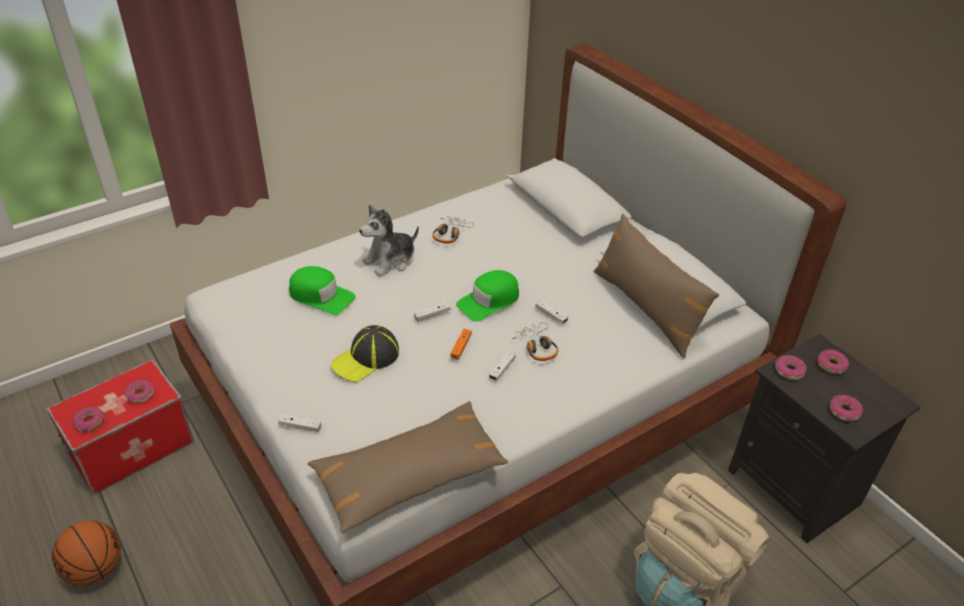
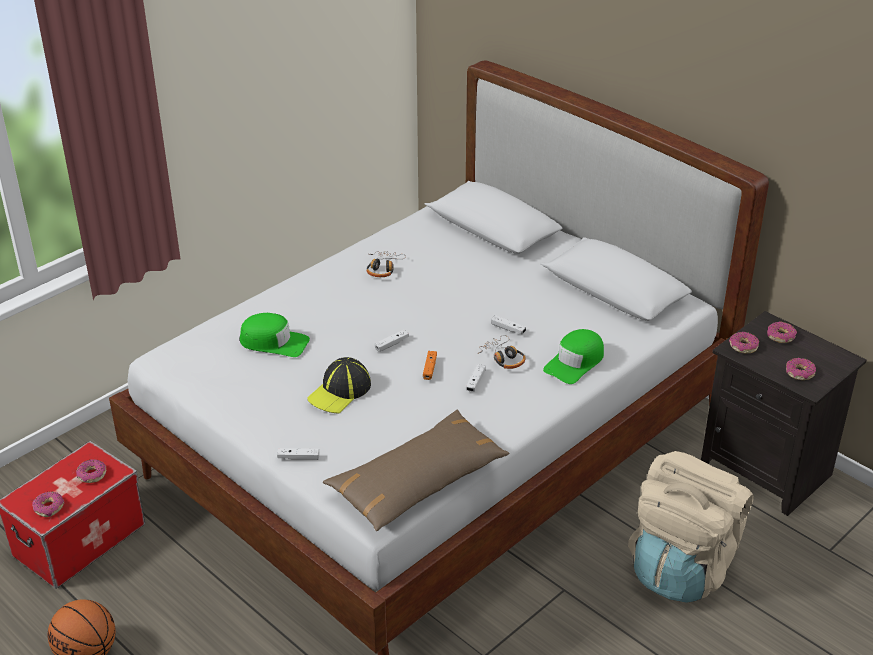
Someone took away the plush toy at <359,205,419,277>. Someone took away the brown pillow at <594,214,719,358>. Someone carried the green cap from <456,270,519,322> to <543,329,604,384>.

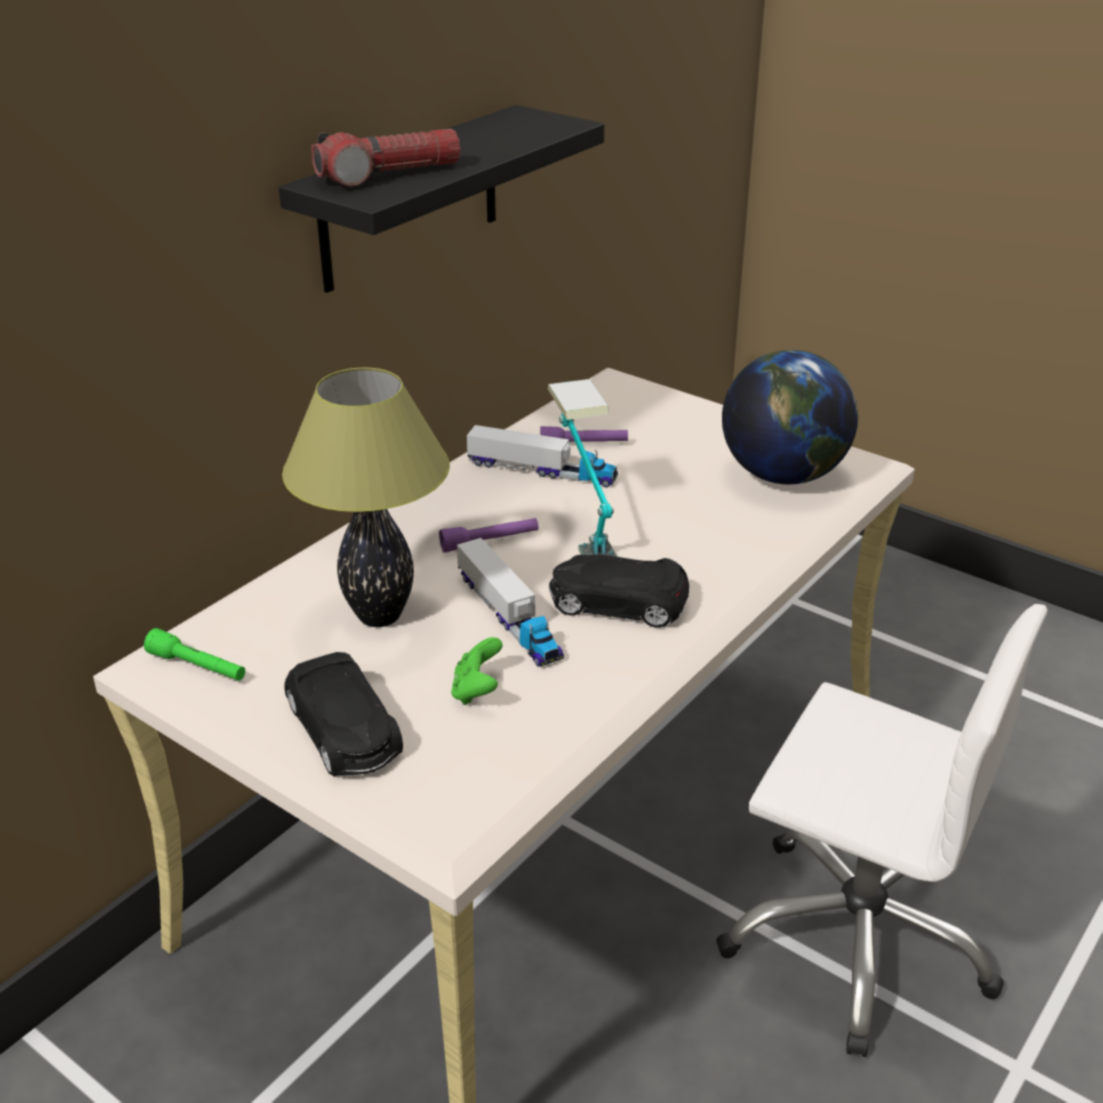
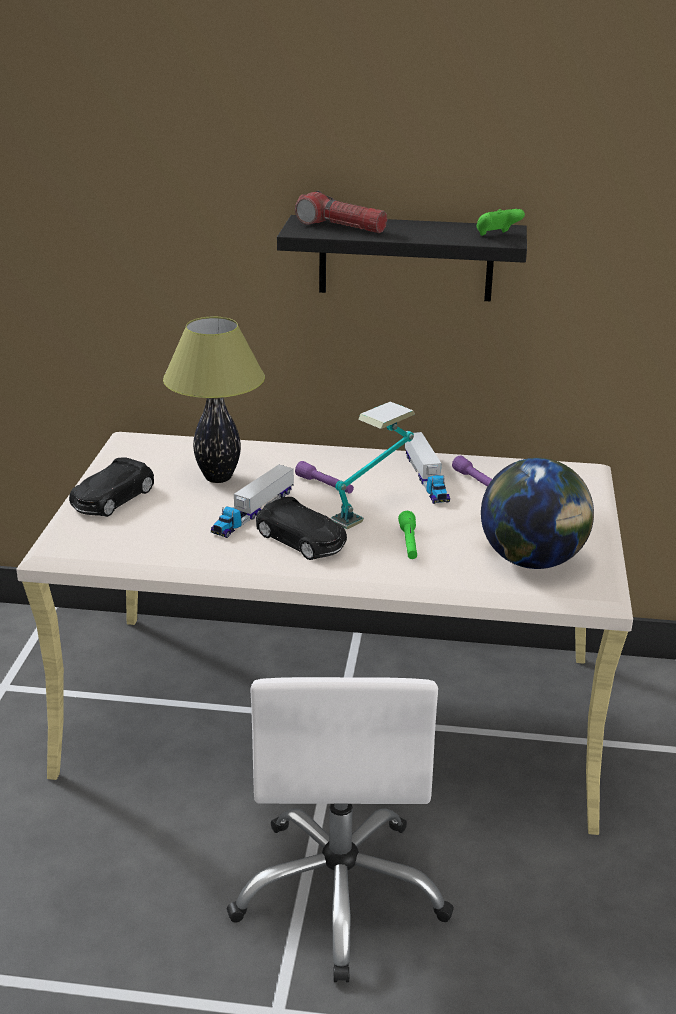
Someone rotated the black toy car at <549,554,689,628> by 150 degrees clockwise. Someone carried the green flashlight from <144,628,245,681> to <398,511,417,559>. Someone carried the green game controller from <451,637,503,705> to <476,209,525,236>.

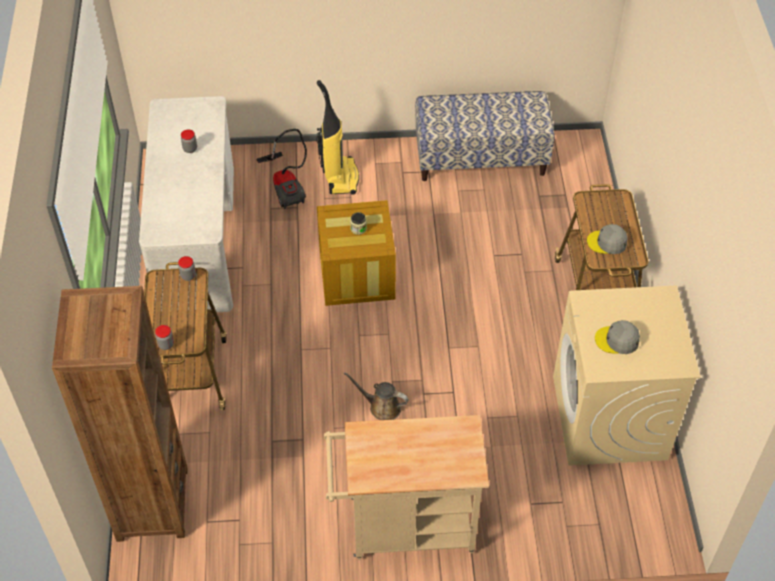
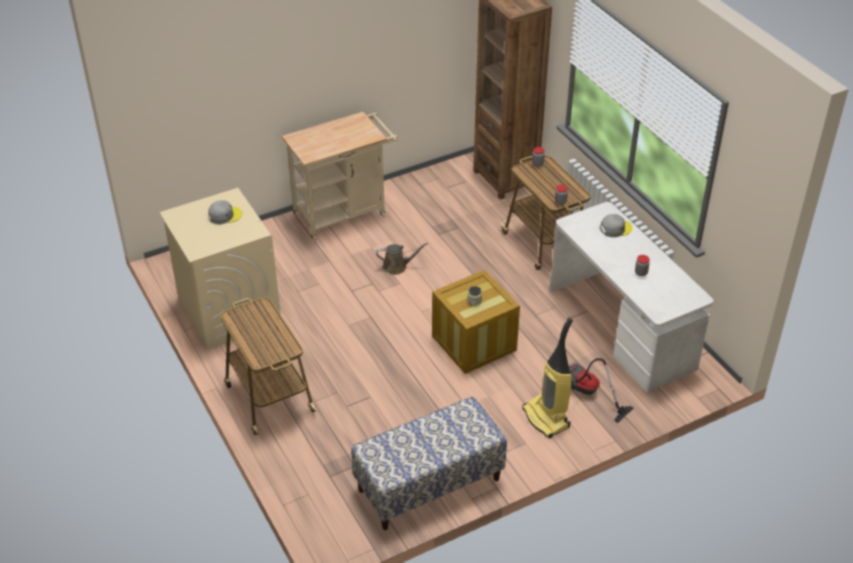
Someone carried the grey cap from <587,224,628,254> to <600,214,633,237>.

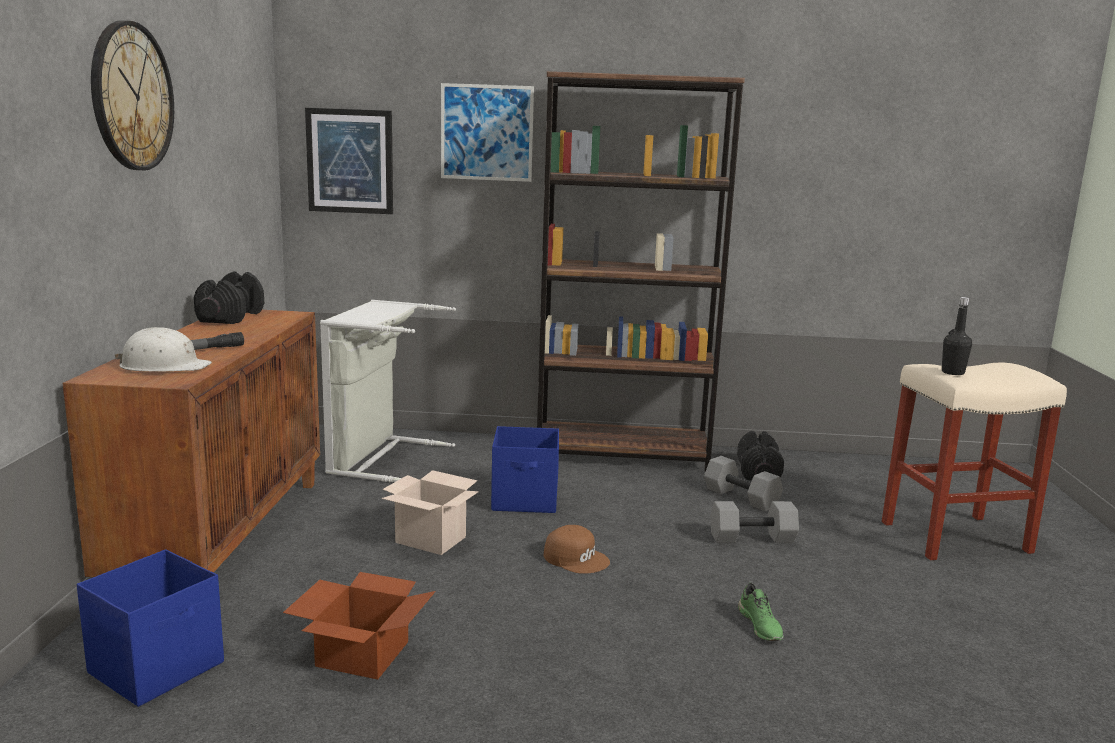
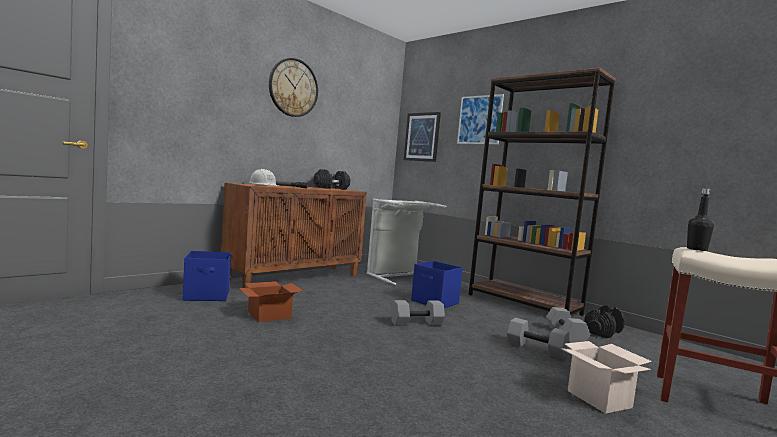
Someone carried the cardboard box from <382,470,479,555> to <560,341,652,414>. Someone swapped the brown cap at <544,525,610,574> for the grey dumbbell at <391,300,445,326>. Someone took away the green shoe at <738,583,784,641>.

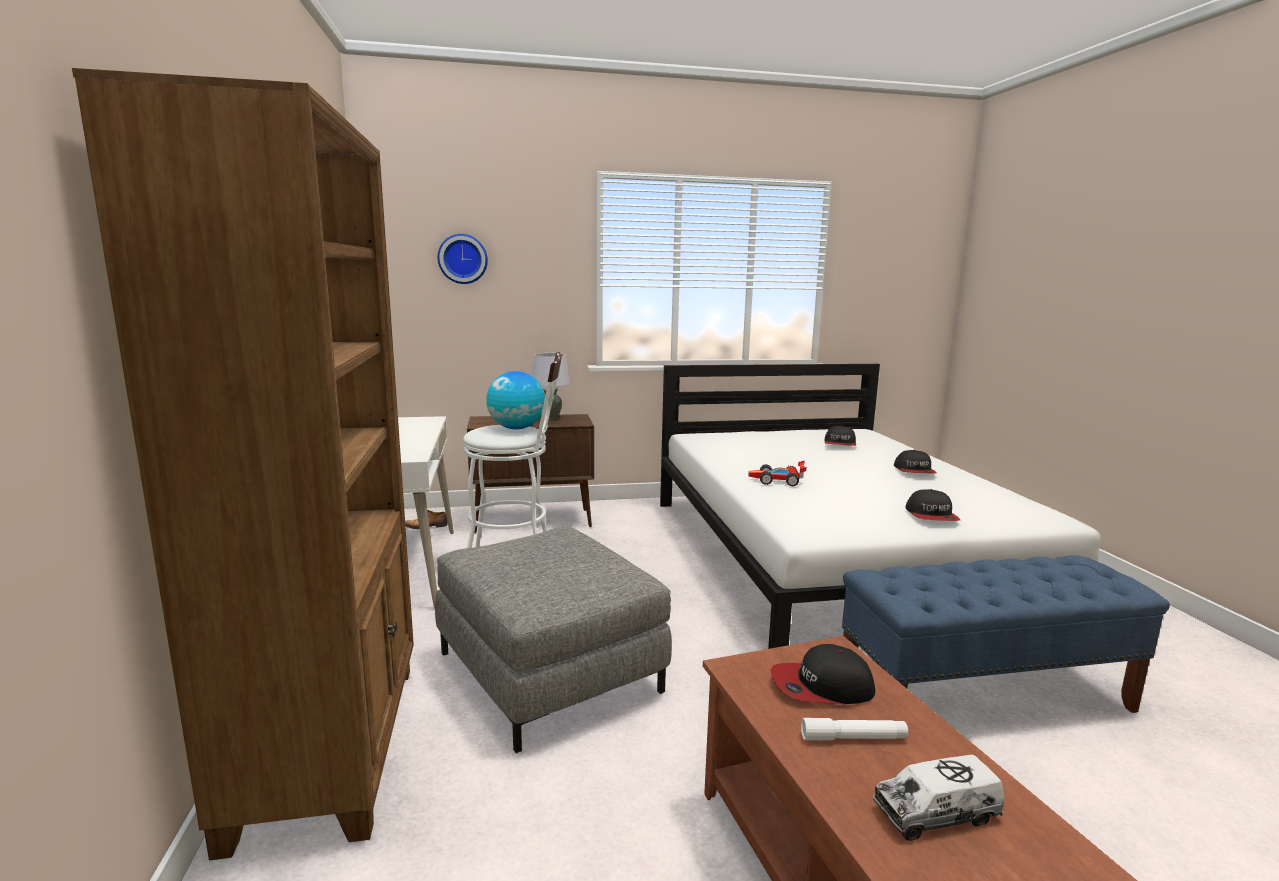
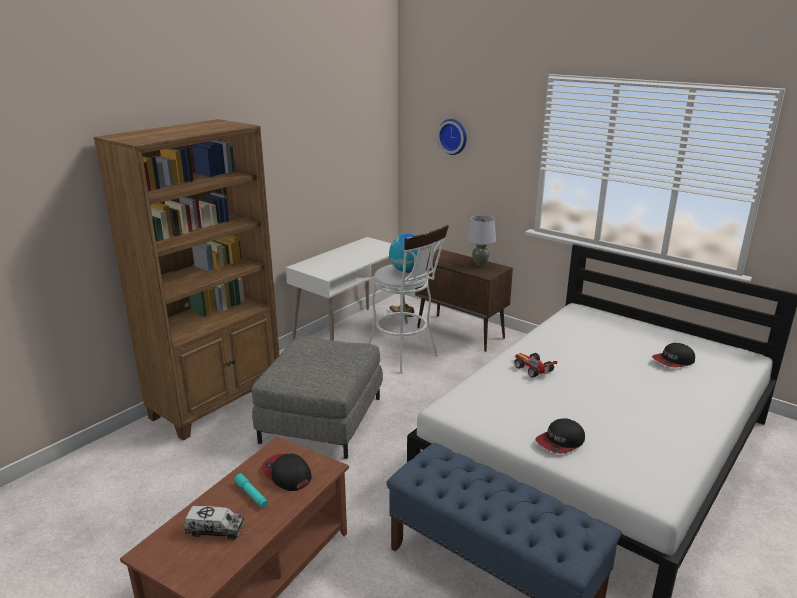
Someone took away the cap at <894,450,937,474>. Someone repainted the white flashlight at <801,718,908,740>, which became the turquoise flashlight at <234,474,268,508>. Someone rotated the toy truck at <873,755,1005,841> by 150 degrees clockwise.

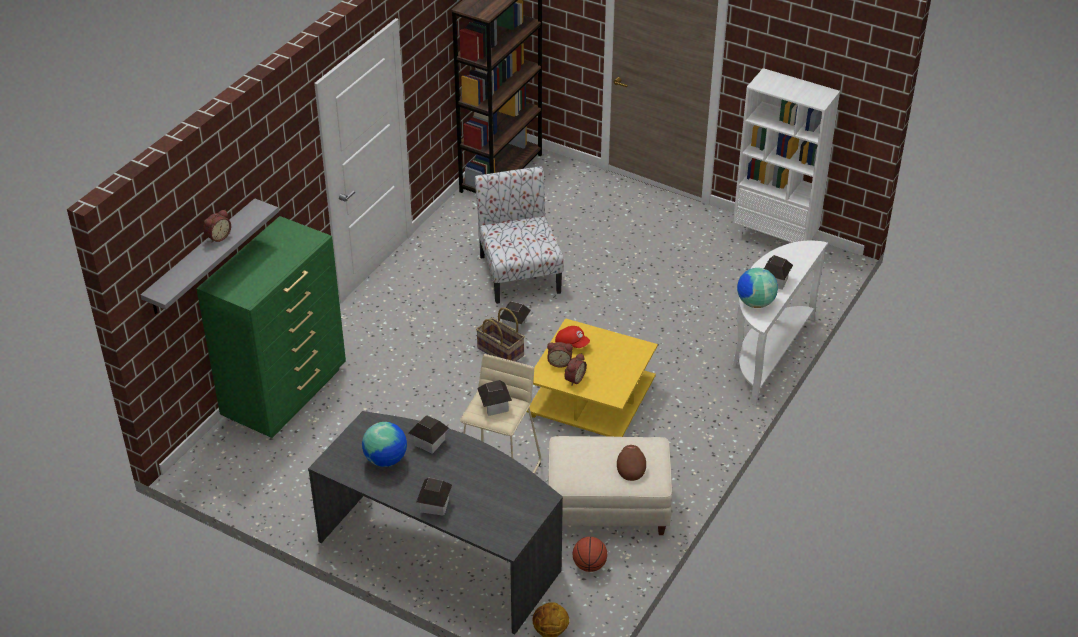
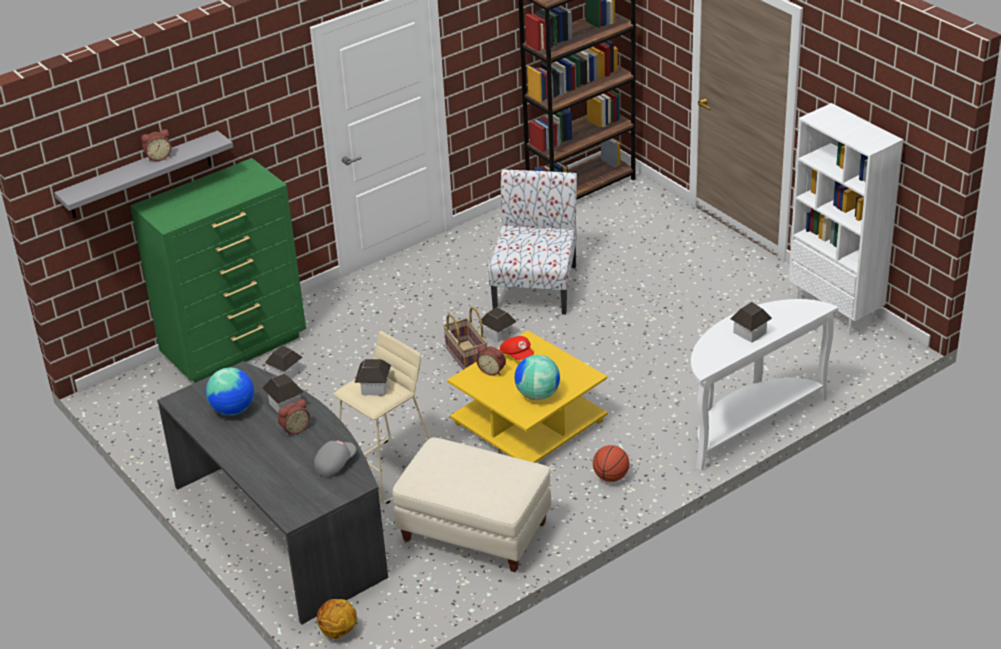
Someone carried the globe from <737,268,778,308> to <514,355,560,400>. Someone carried the alarm clock from <565,353,587,385> to <278,399,310,435>. Someone took away the brown cap at <617,445,646,481>. Someone carried the toy house from <416,478,452,516> to <265,345,303,379>. Someone carried the basketball from <572,537,607,572> to <593,445,629,482>. Someone put down the grey cap at <314,440,356,477>.

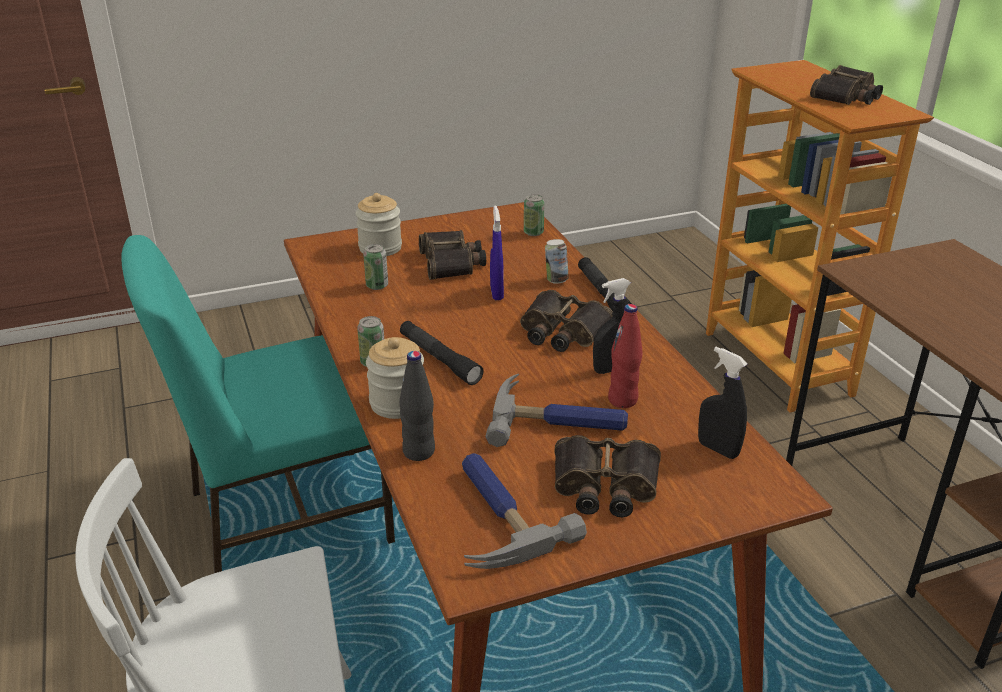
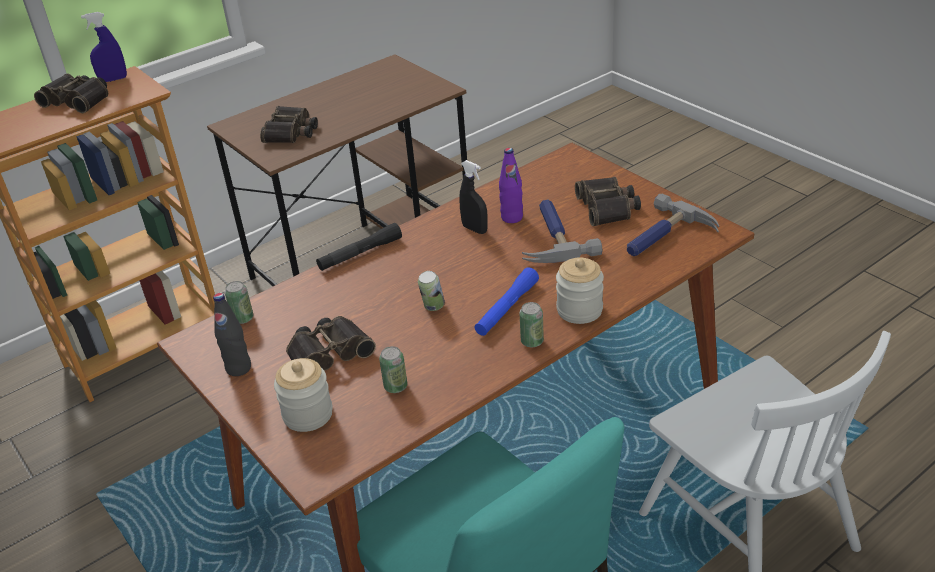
Someone carried the blue spray bottle from <490,206,504,300> to <81,12,127,82>. Someone carried the can from <545,239,569,284> to <418,271,445,311>. Someone carried the binoculars from <520,290,613,352> to <260,106,318,143>. Someone repainted the red bottle at <608,304,642,408>, which became the purple bottle at <499,148,523,223>. Someone repainted the black flashlight at <400,321,484,385>, which became the blue flashlight at <475,267,539,336>. Someone took away the black spray bottle at <698,347,748,459>. Someone carried the black bottle from <399,351,435,461> to <213,293,251,376>.

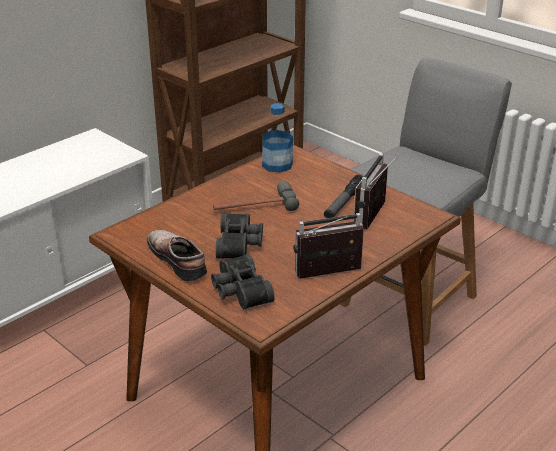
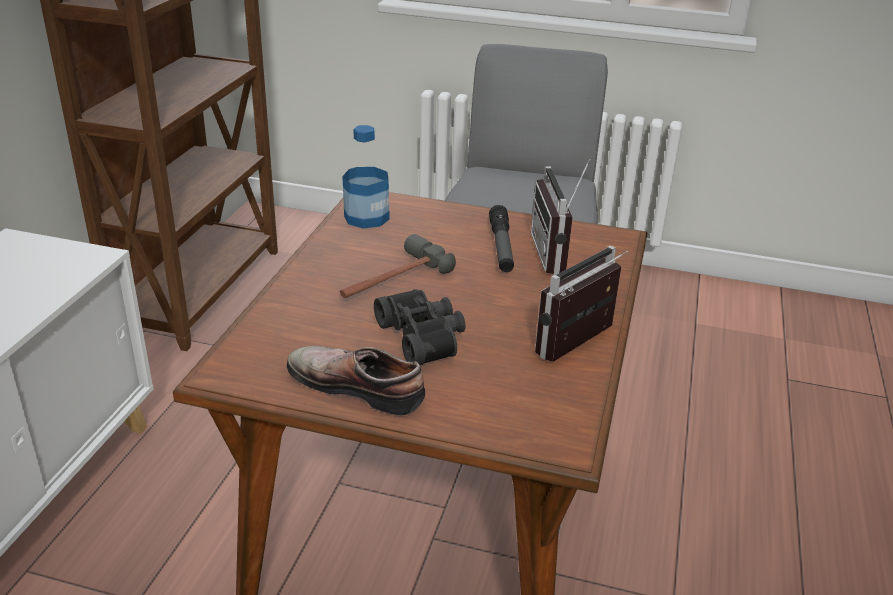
Someone took away the black binoculars at <211,254,275,310>.

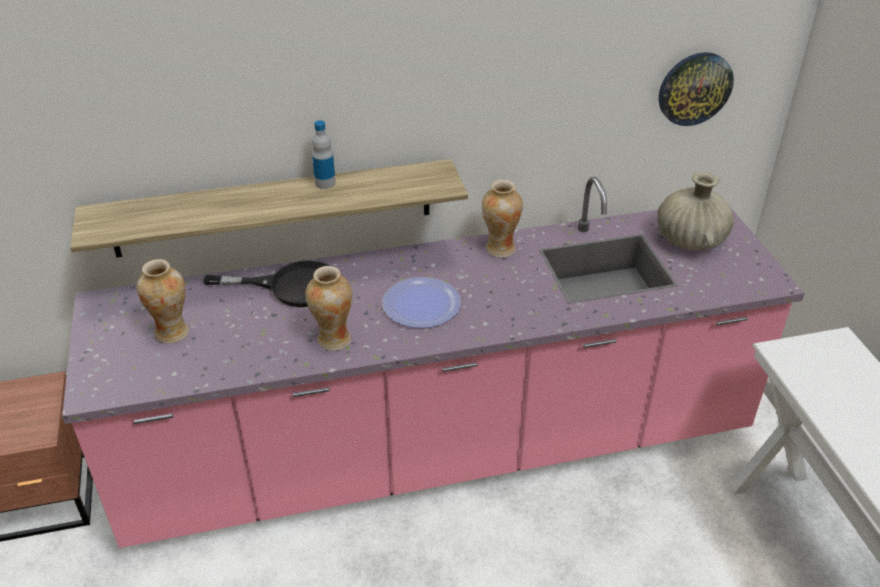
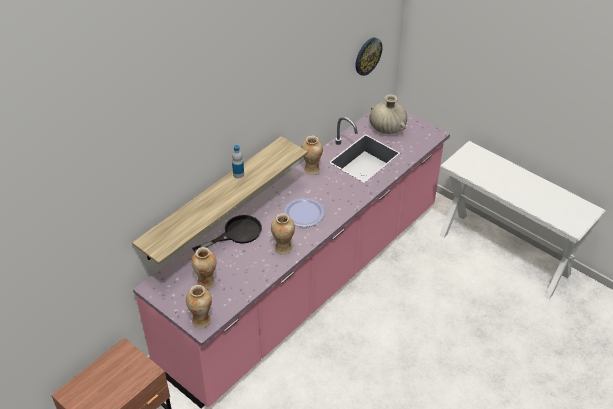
Someone put down the vase at <186,285,212,329>.

